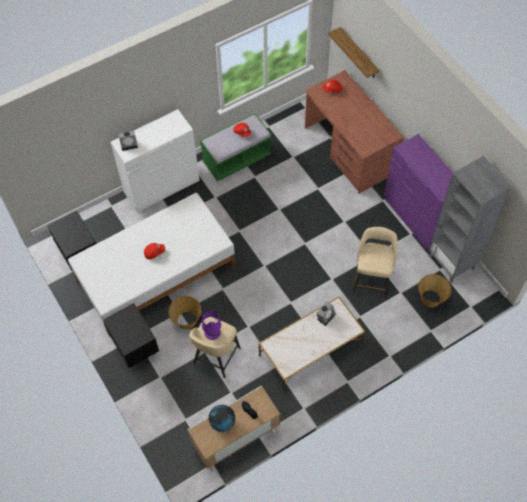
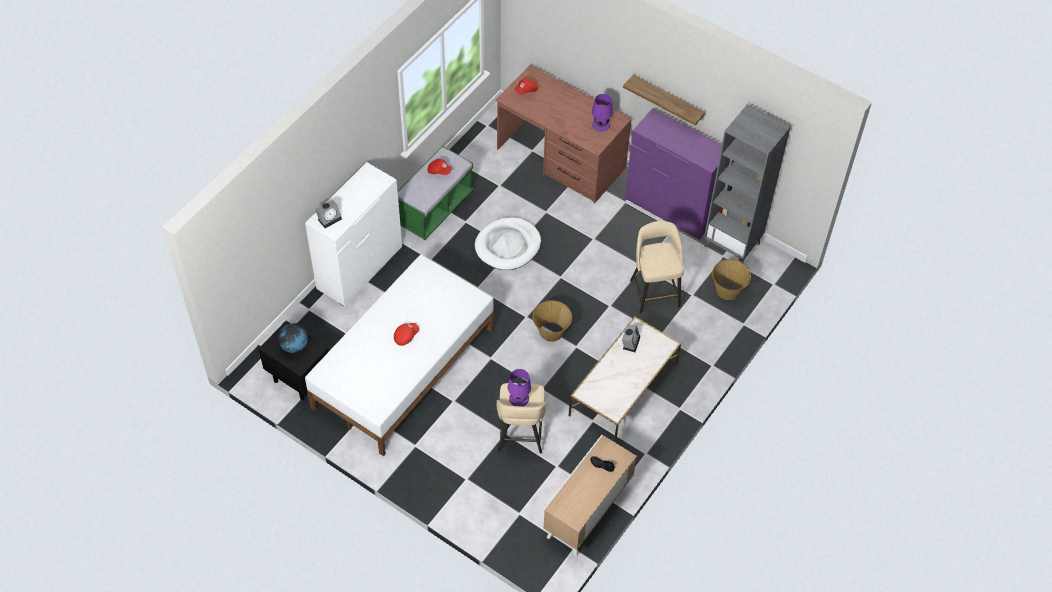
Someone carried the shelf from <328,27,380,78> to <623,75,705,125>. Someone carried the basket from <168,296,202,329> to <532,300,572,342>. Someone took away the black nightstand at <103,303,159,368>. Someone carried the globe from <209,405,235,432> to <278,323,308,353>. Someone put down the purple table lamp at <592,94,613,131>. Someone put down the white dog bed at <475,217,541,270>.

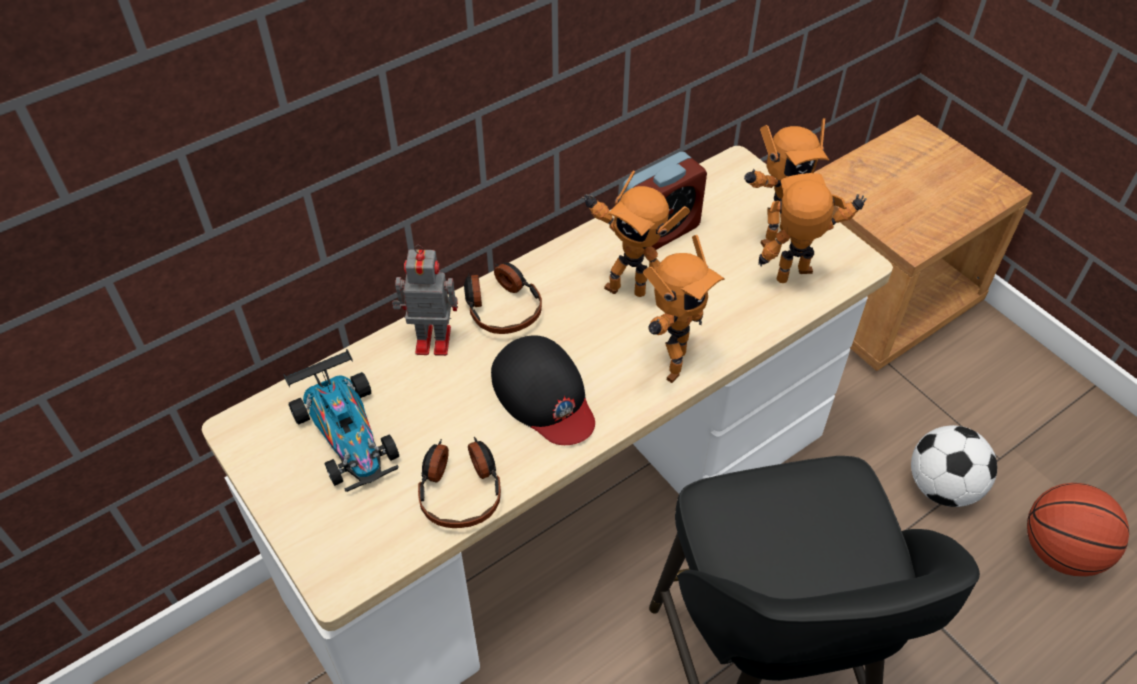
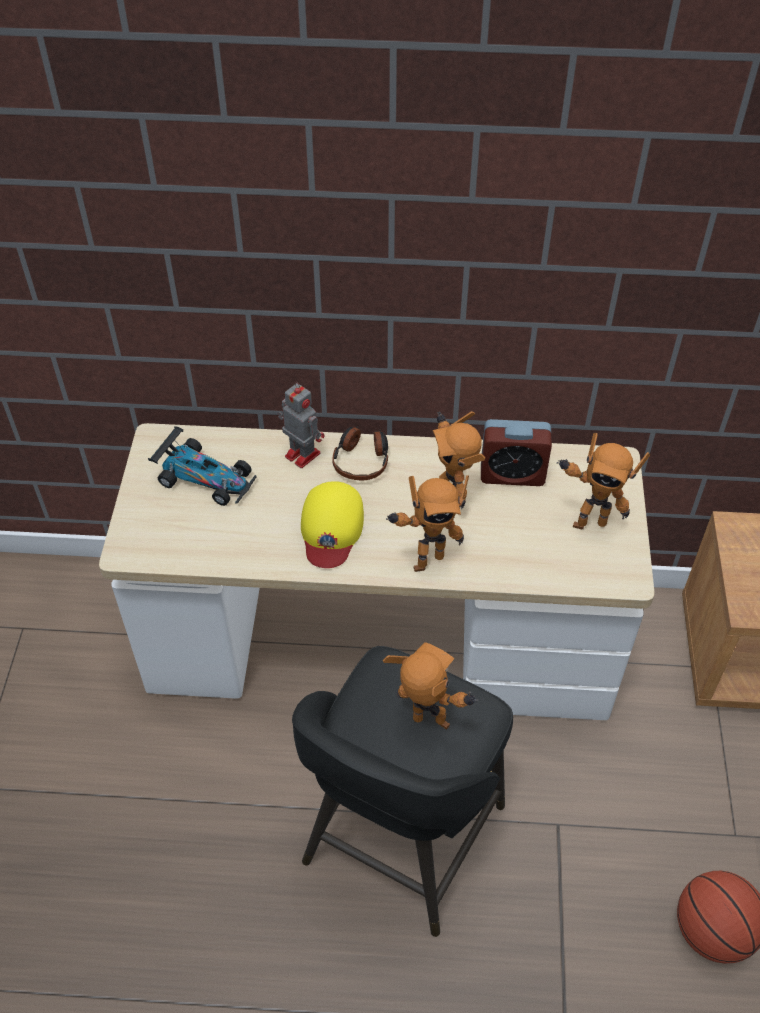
Someone carried the toy robot from <758,173,867,283> to <383,642,478,730>. Someone repainted the black cap at <491,335,595,445>, which became the yellow cap at <301,481,364,568>. Someone rotated the toy car at <284,349,399,492> by 75 degrees counterclockwise. Someone took away the football at <911,425,997,507>. Someone took away the headphones at <418,437,501,528>.

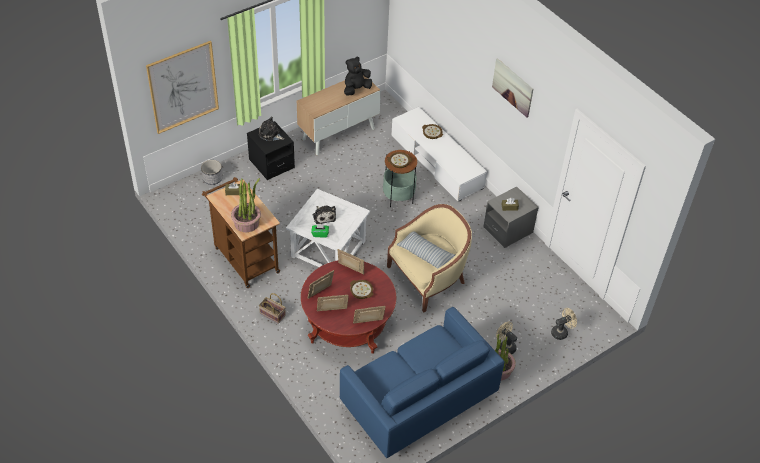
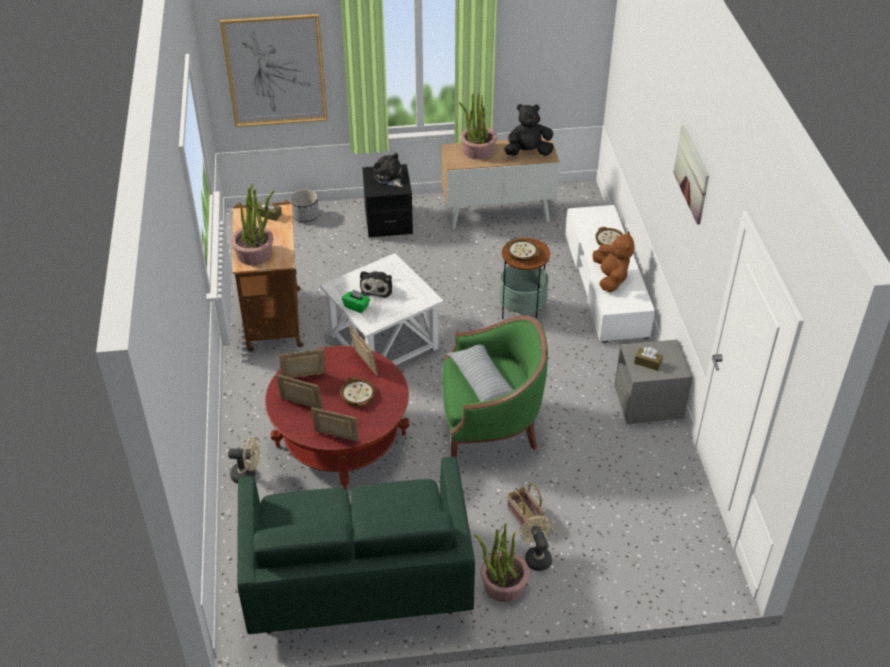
Someone repainted the beige armchair at <387,204,472,312>, which became the green armchair at <442,316,548,458>. Someone carried the basket from <259,293,286,324> to <507,483,545,533>. Someone repainted the blue sofa at <340,307,505,458>, which became the green sofa at <237,457,475,634>. Someone carried the beige fan from <551,308,577,340> to <228,438,260,483>. Someone put down the potted plant at <459,93,497,160>. Someone put down the brown plush toy at <592,231,634,292>.

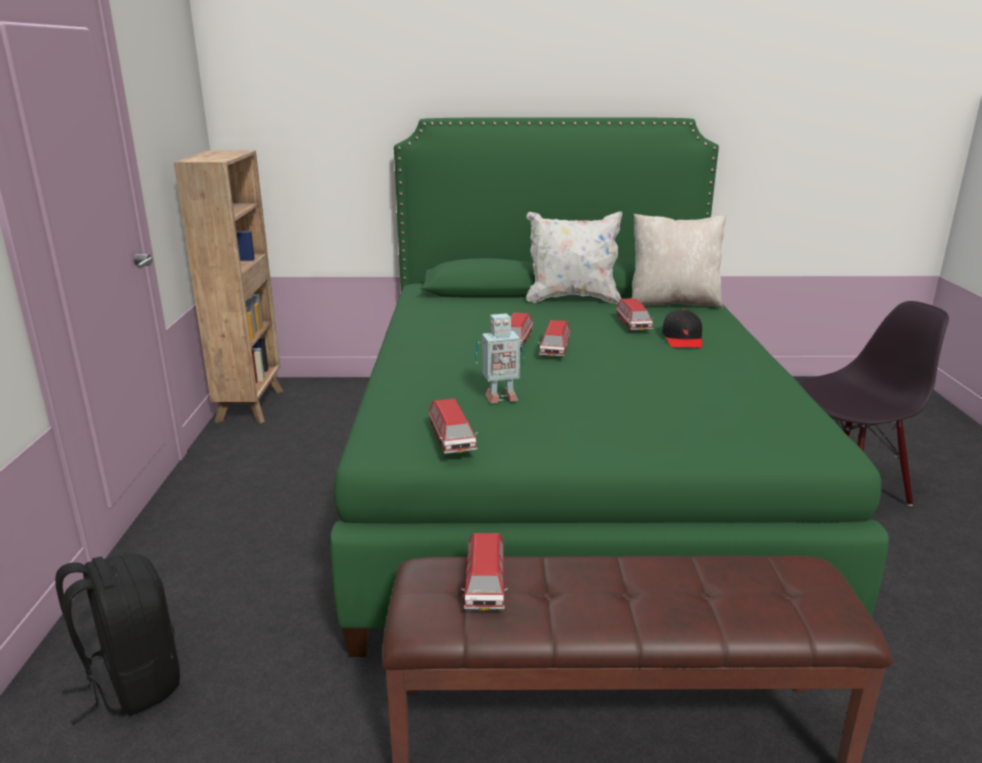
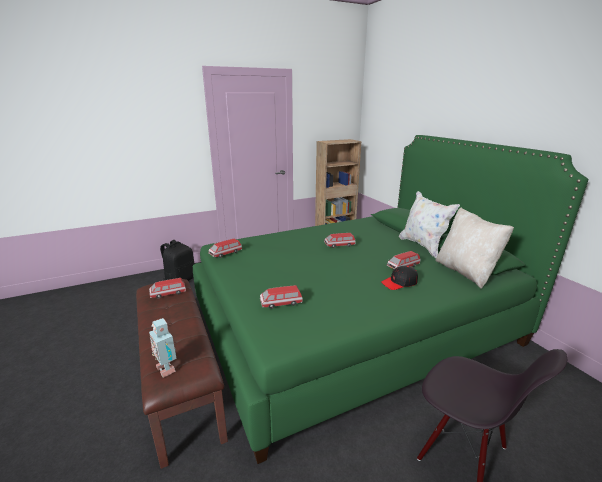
Someone carried the toy robot from <475,313,524,403> to <149,318,177,378>. Someone carried the toy car from <538,320,570,357> to <260,285,303,309>.

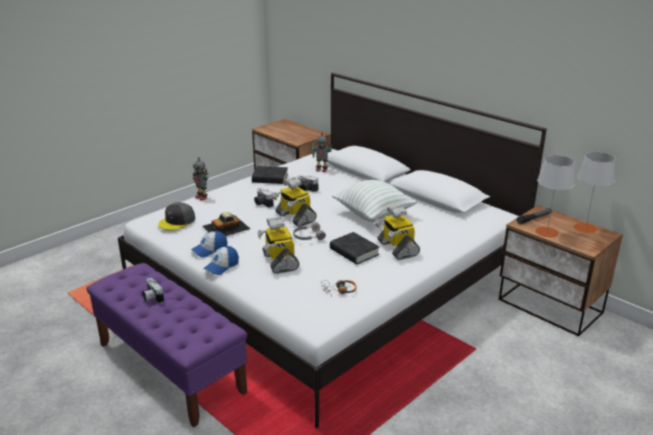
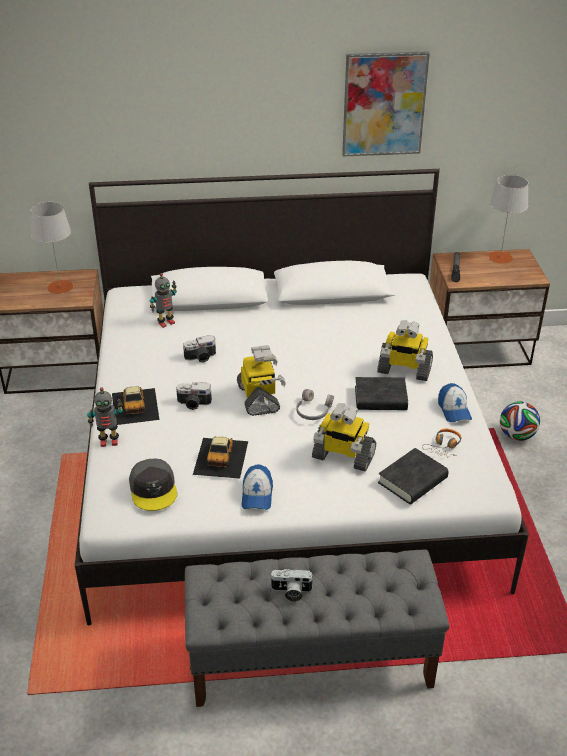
Someone carried the grey table lamp from <535,155,575,238> to <31,202,74,294>. Someone carried the black book from <252,166,288,184> to <378,448,449,504>. Someone rotated the toy robot at <272,177,317,227> by 105 degrees counterclockwise. Someone took away the pillow at <332,180,417,222>. Someone carried the cap from <203,246,239,275> to <438,383,472,422>. Someone repainted the purple bench at <86,263,247,427>, which became the grey bench at <185,550,449,707>. Someone put up the picture at <342,51,430,157>. Someone put down the toy car at <112,386,159,425>. Someone put down the football at <500,401,540,441>.

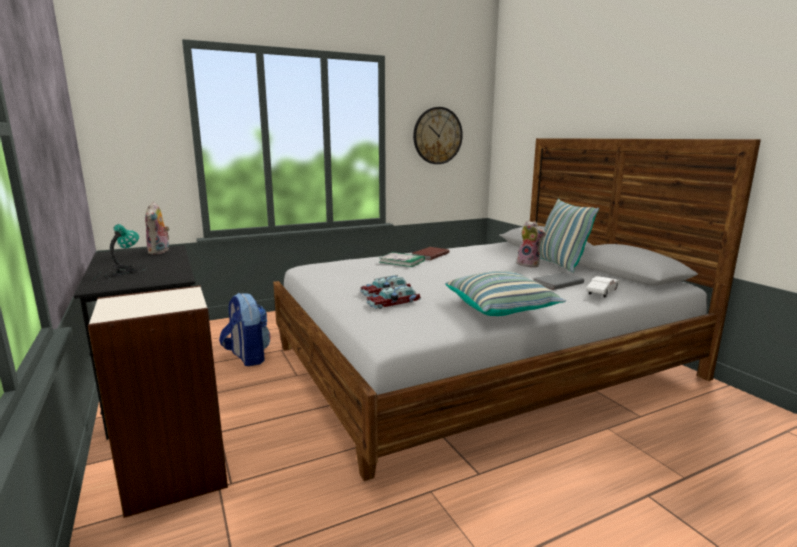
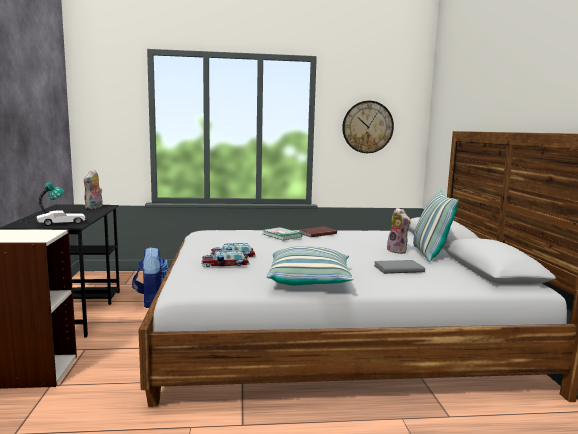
Someone carried the white toy car from <586,276,620,297> to <37,210,85,226>.

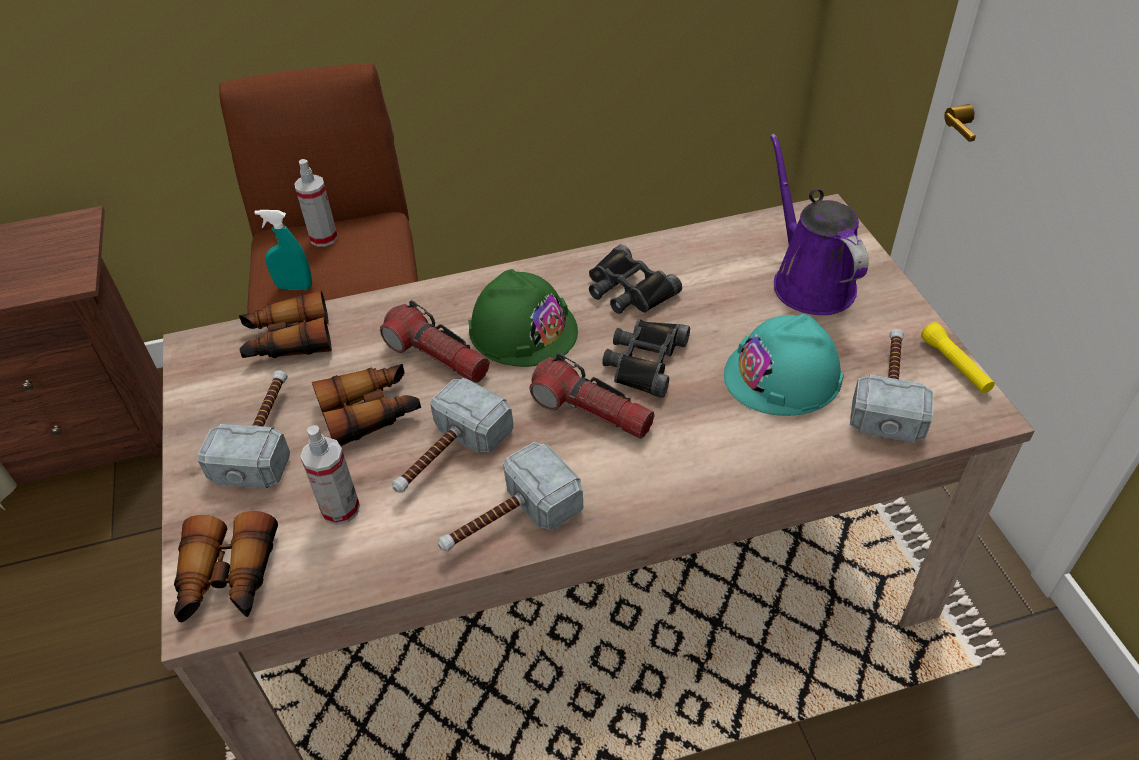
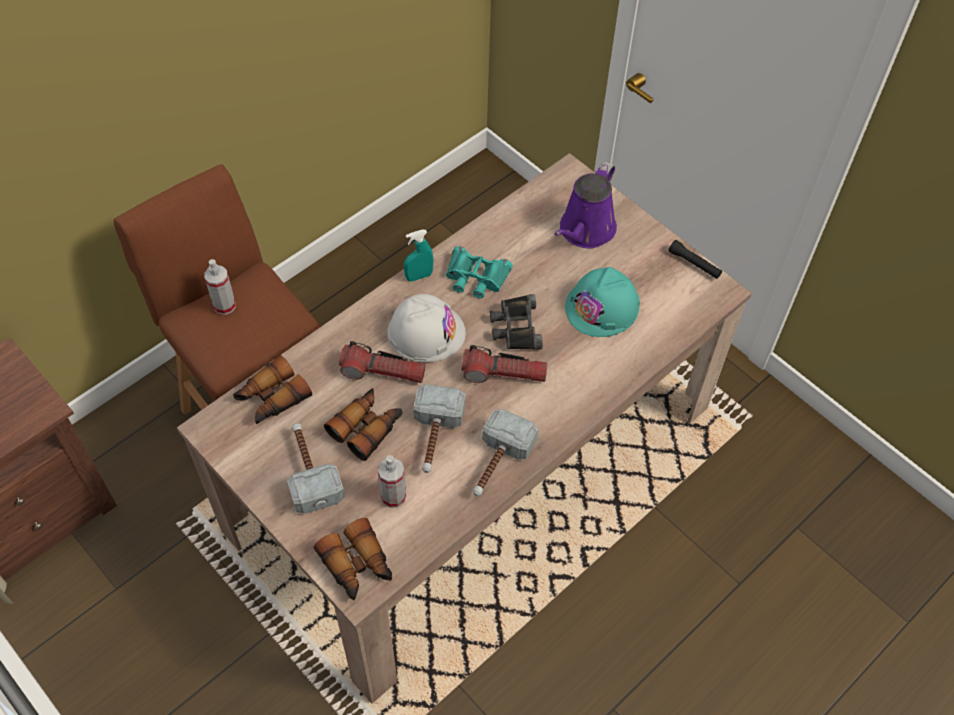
Someone rotated the purple watering can at <770,134,868,315> by 105 degrees counterclockwise. Someone carried the turquoise spray bottle from <255,210,312,289> to <404,230,433,282>. Someone repainted the black binoculars at <589,244,682,314>, which became the turquoise binoculars at <446,246,513,298>. Someone repainted the green hard hat at <468,269,578,367>, which became the white hard hat at <387,294,466,362>. Someone repainted the yellow flashlight at <921,322,995,394>, which became the black flashlight at <669,240,722,279>. Someone took away the hammer at <850,329,934,443>.

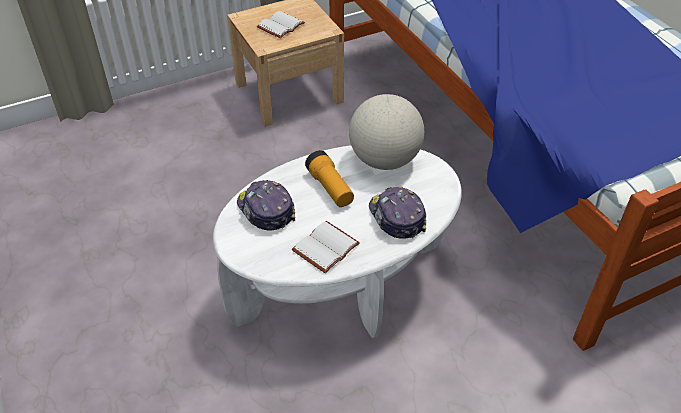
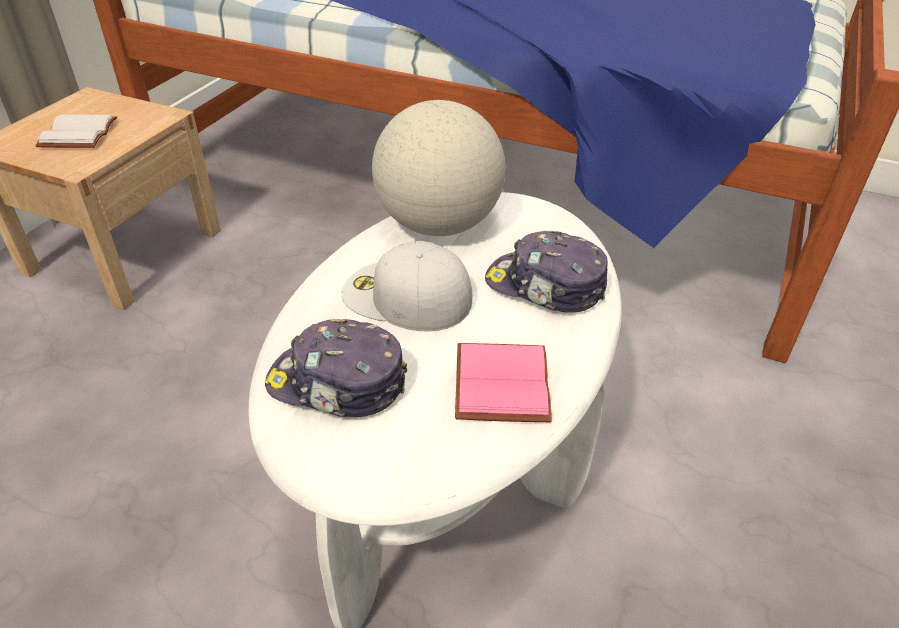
Someone swapped the flashlight at <305,150,354,207> for the white cap at <342,241,472,331>. Someone repainted the white book at <292,221,360,273>, which became the pink book at <455,343,552,422>.

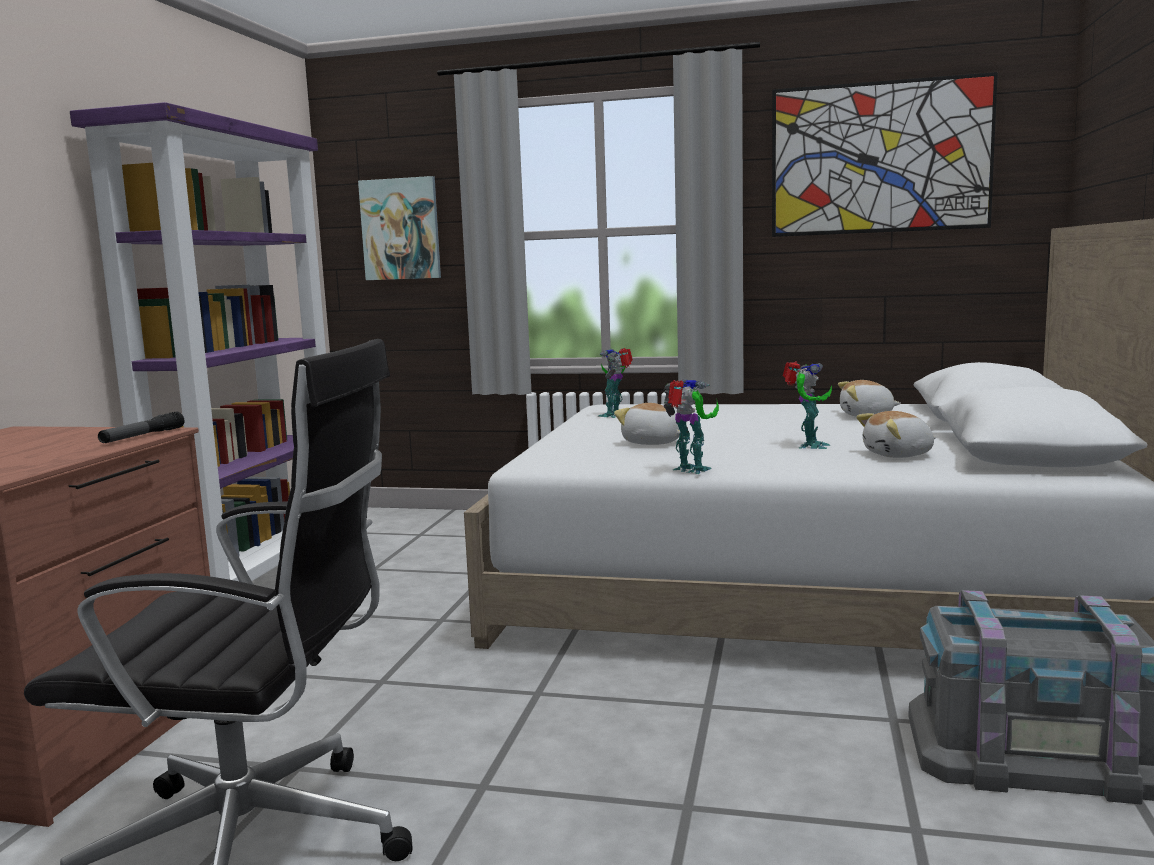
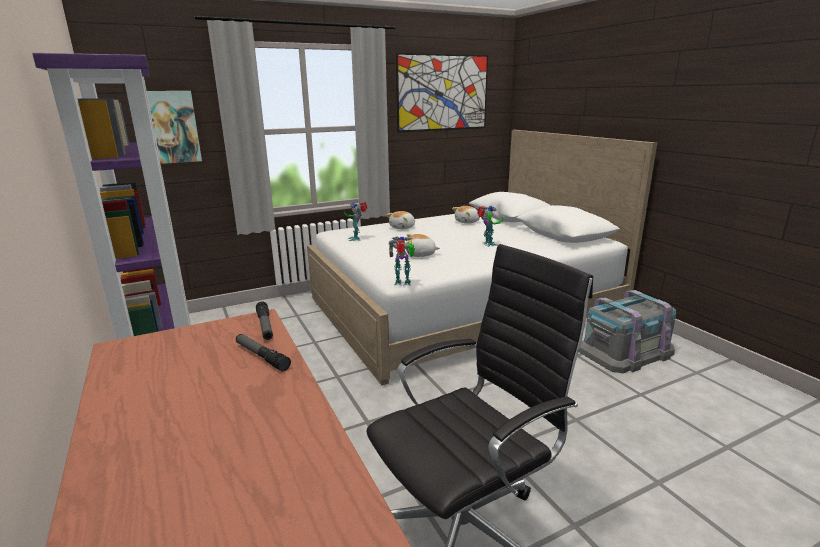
Someone carried the toy robot from <663,379,719,474> to <389,237,415,286>. Someone carried the plush toy from <856,411,936,458> to <386,211,415,229>. Someone put down the flashlight at <236,334,291,371>.

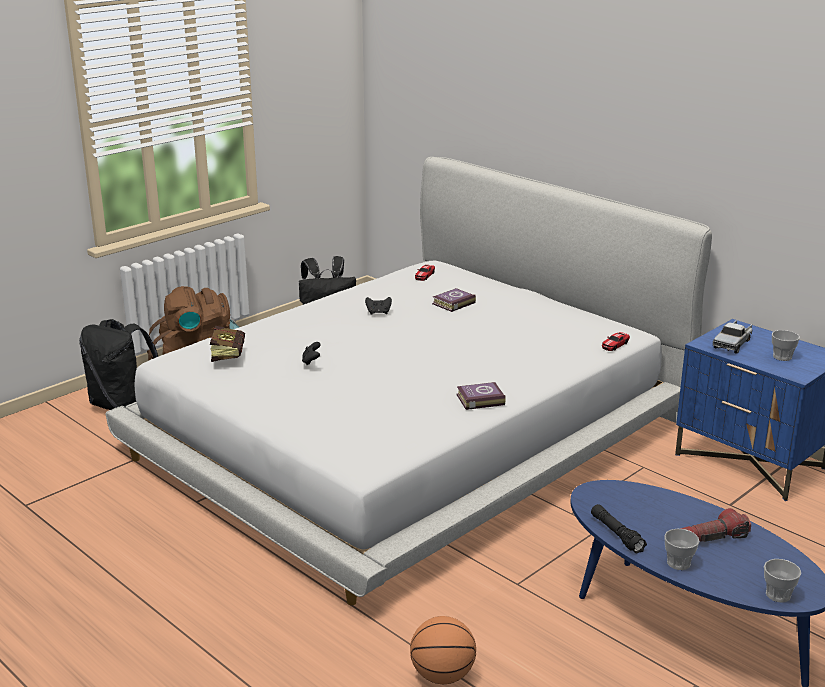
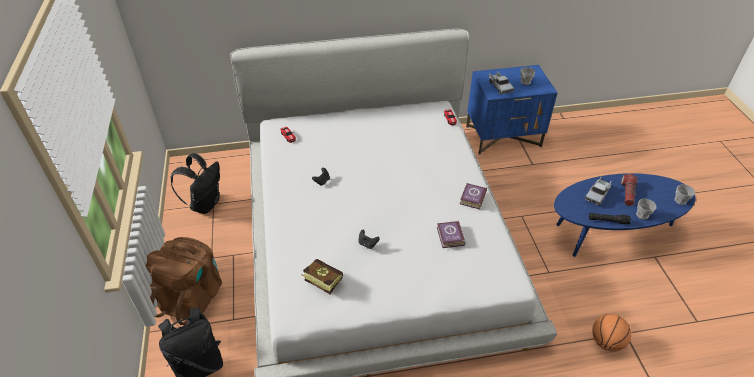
Someone carried the book from <432,288,476,312> to <437,221,465,248>. Someone put down the toy truck at <585,176,612,206>.

